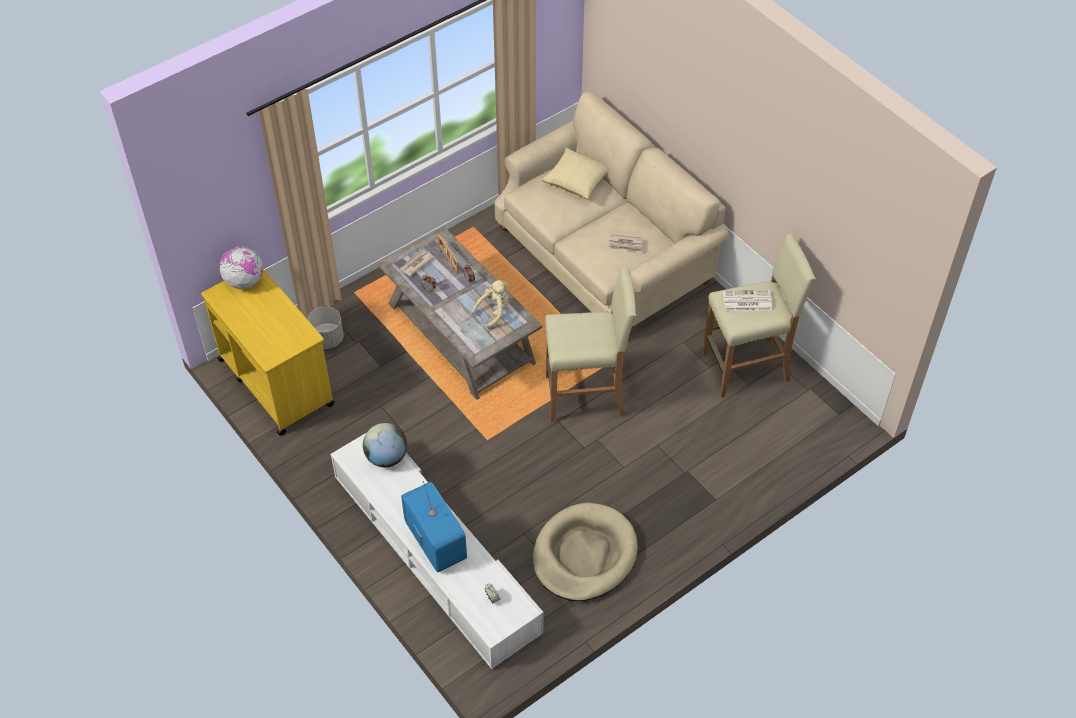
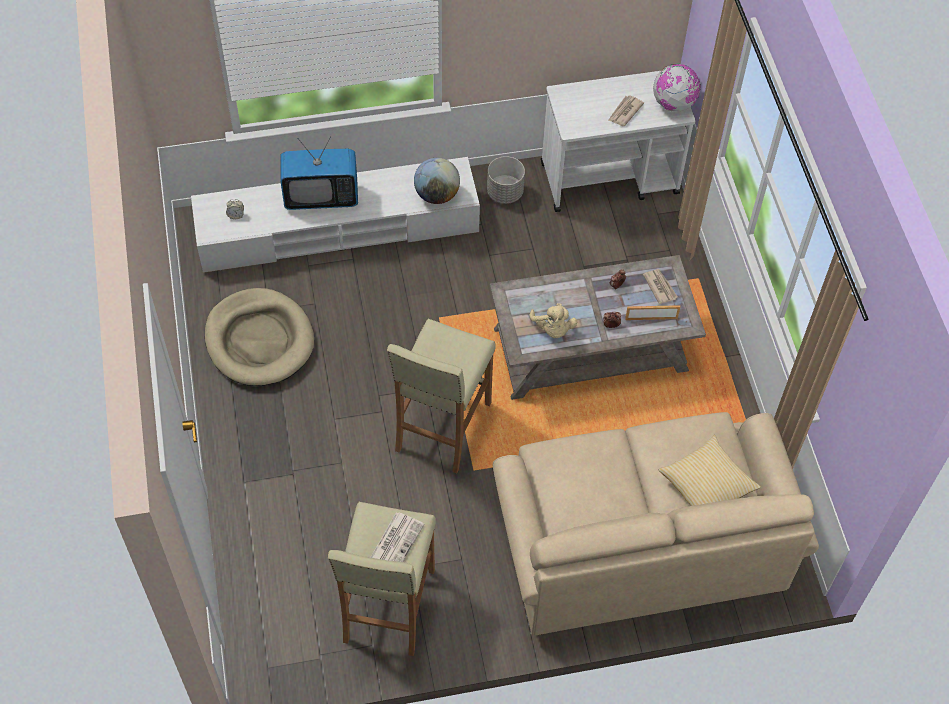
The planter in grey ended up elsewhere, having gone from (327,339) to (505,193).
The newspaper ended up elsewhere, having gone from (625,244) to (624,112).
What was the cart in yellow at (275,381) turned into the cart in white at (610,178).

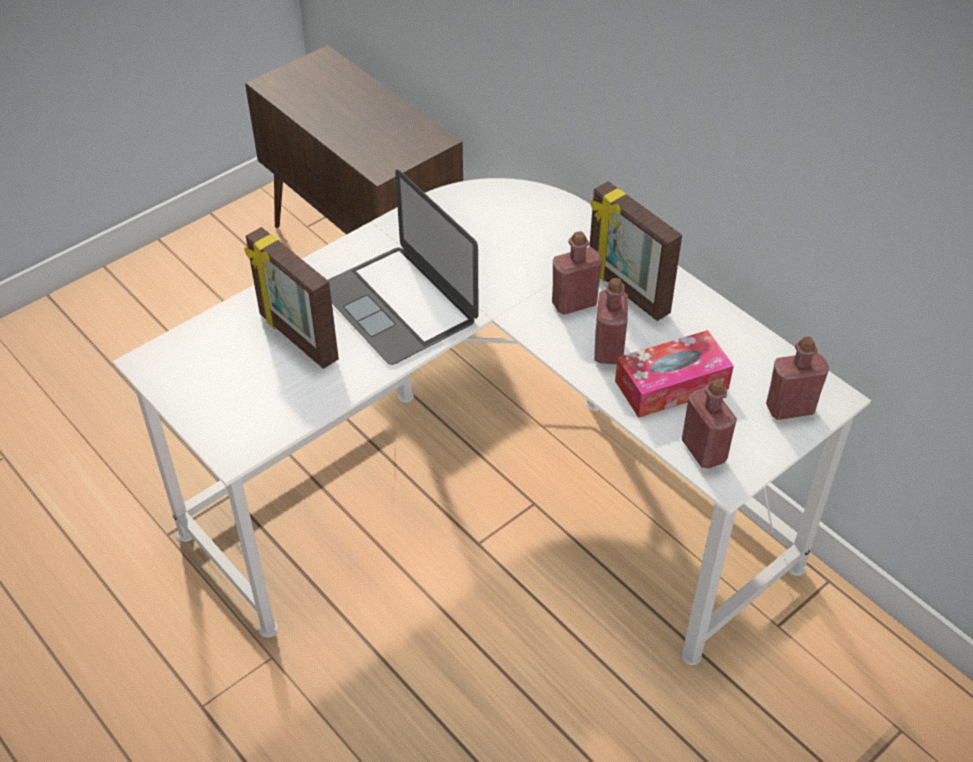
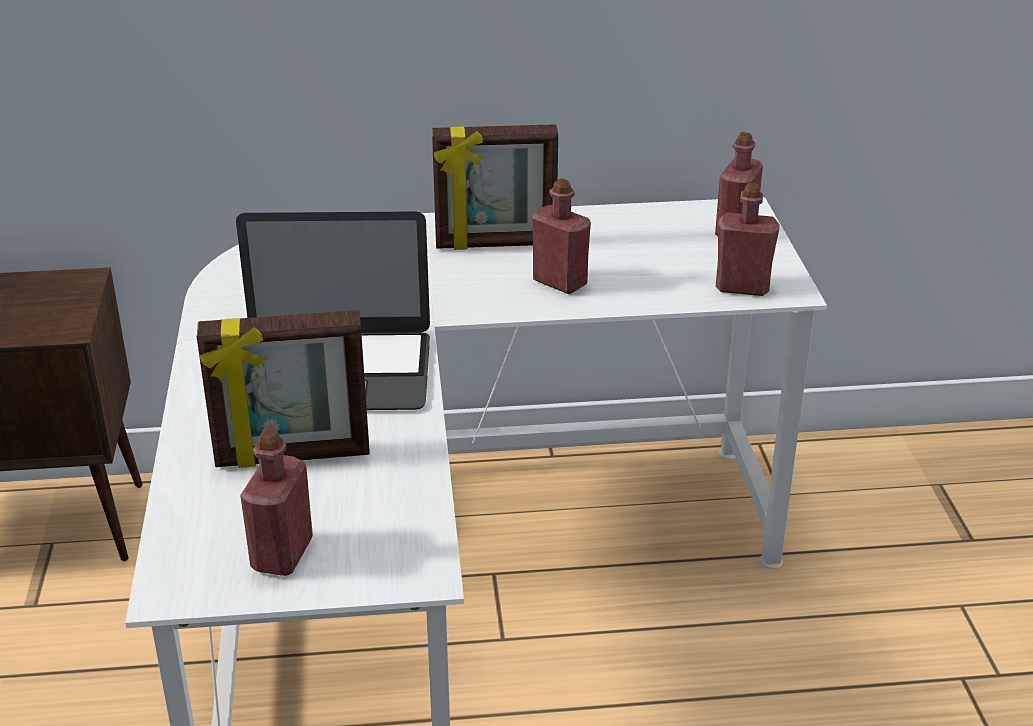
The second view lost the tissue box at (671,385).
The bottle in red ended up elsewhere, having gone from (574,303) to (282,554).

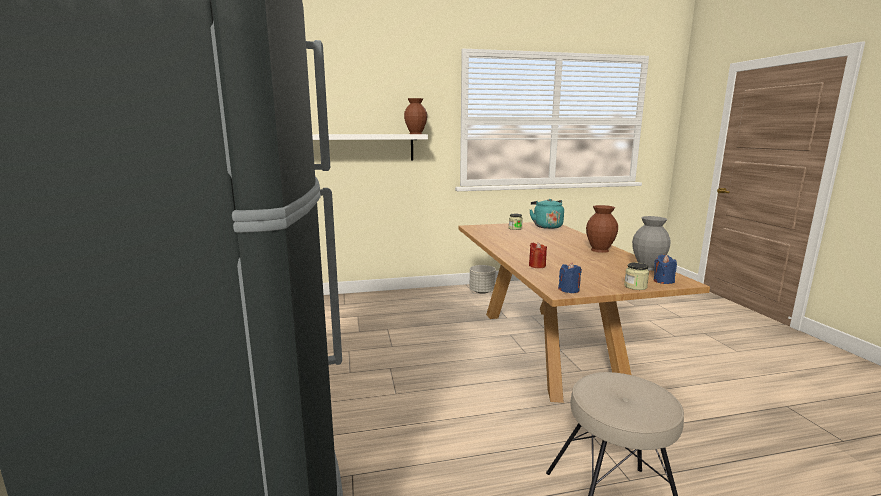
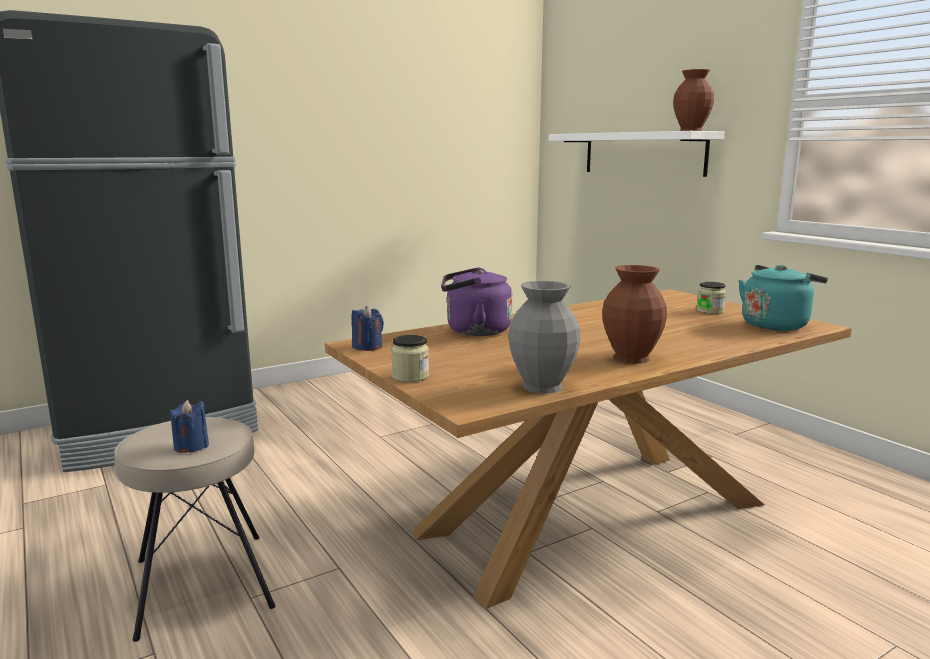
The second view lost the planter in grey at (482,291).
The candle in blue ended up elsewhere, having gone from (663,281) to (191,446).
Where the candle in red stood at (537,266), the kettle in purple came to stand at (474,331).

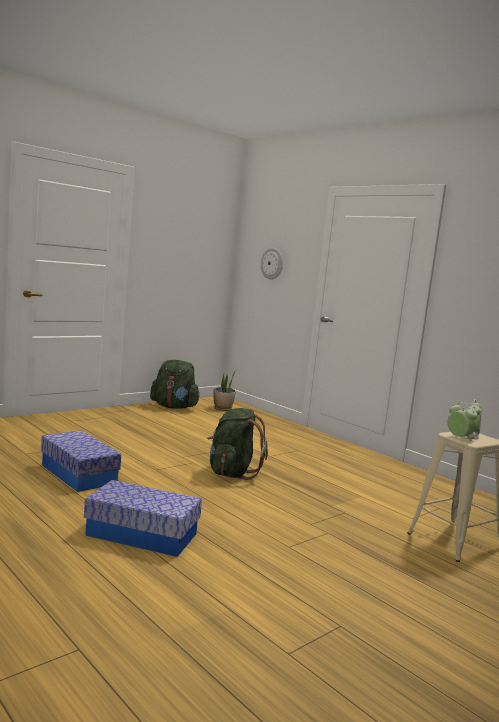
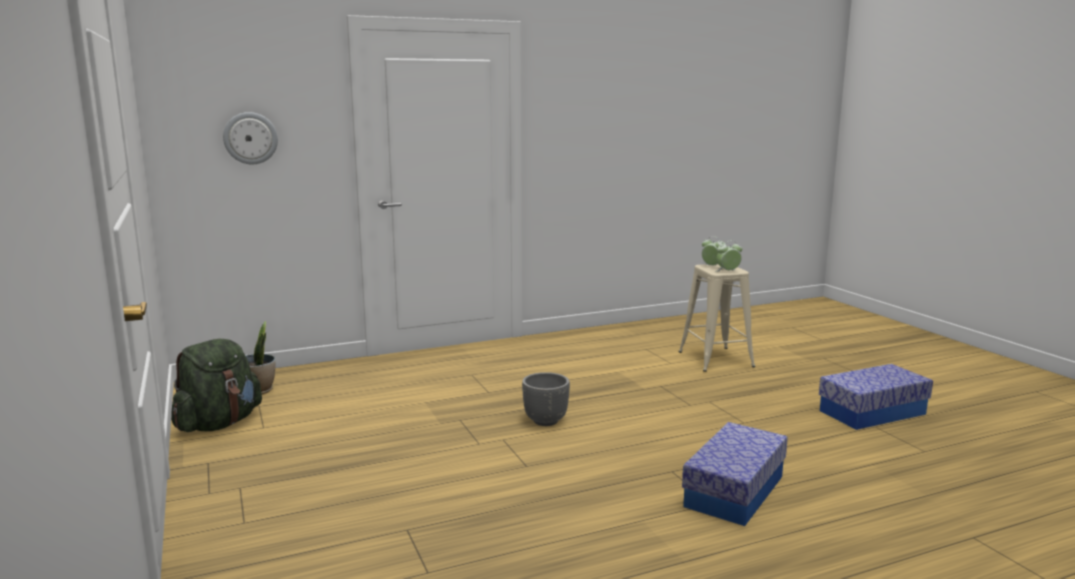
The storage box ended up elsewhere, having gone from (78,474) to (872,412).
Where the backpack in green stood at (232,473), the planter in grey came to stand at (546,421).

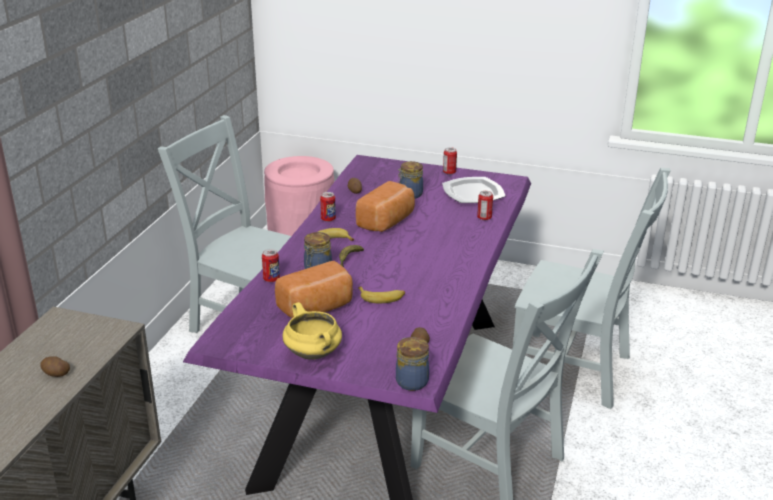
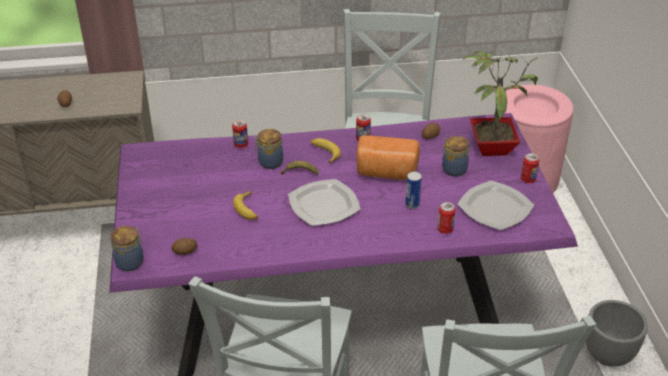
The second view lost the bread at (317,308).
The second view lost the cooking pot in yellow at (314,354).
The second view gained the plate at (324,205).
The second view gained the can at (412,204).
The second view gained the potted plant at (491,147).
The second view gained the planter in grey at (607,356).

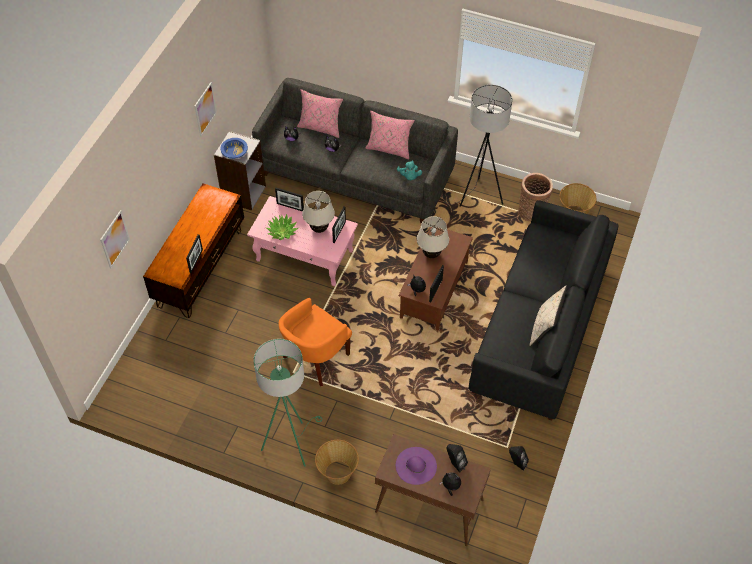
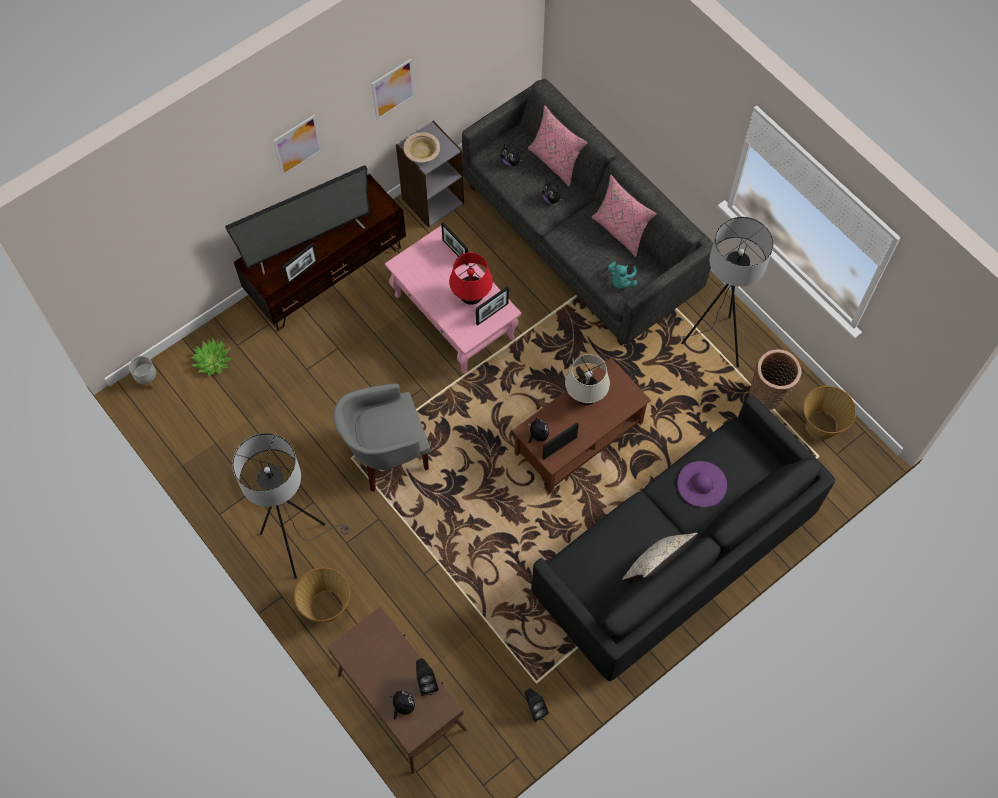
The second view gained the planter in grey at (147,380).
The second view gained the television at (308,241).
The picture ended up elsewhere, having gone from (115,239) to (297,145).
The potted plant ended up elsewhere, having gone from (282,231) to (212,361).
The hat in purple ended up elsewhere, having gone from (416,465) to (702,484).
What was the bowl in blue at (234,151) turned into the bowl in beige at (422,152).
What was the floor lamp in green at (290,442) turned into the floor lamp in grey at (297,541).
What was the armchair in orange at (315,358) turned into the armchair in grey at (386,454).
What was the table lamp in beige at (319,229) turned into the table lamp in red at (471,298).

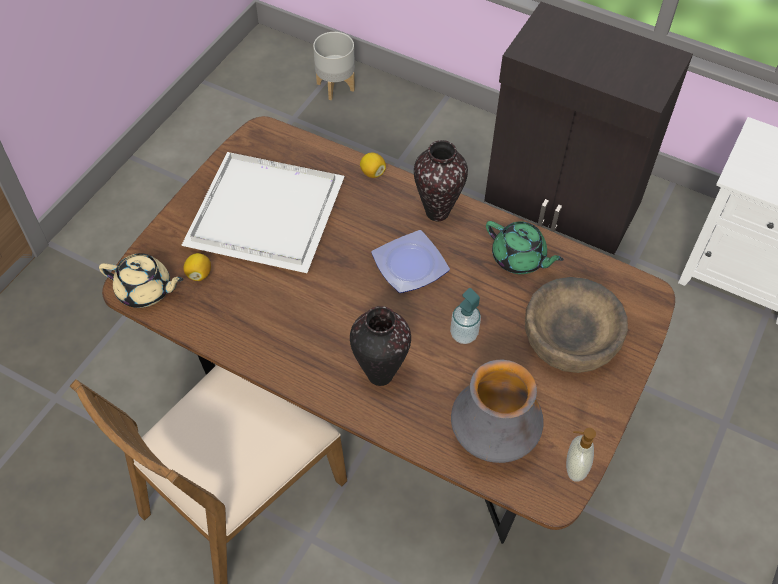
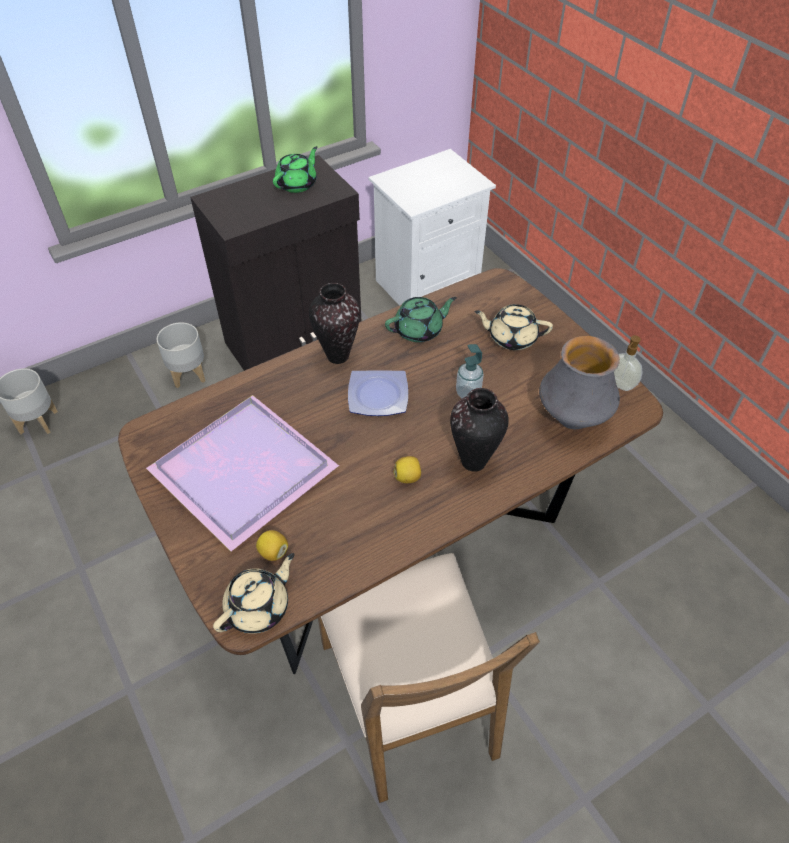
The second view gained the planter in grey at (189,374).
The second view gained the teapot in green at (297,184).
The lemon ended up elsewhere, having gone from (372,173) to (408,477).
Where the bowl in brown stood at (569,340), the teapot in beige came to stand at (511,338).
What was the tray in white at (269,212) turned into the tray in purple at (244,467).

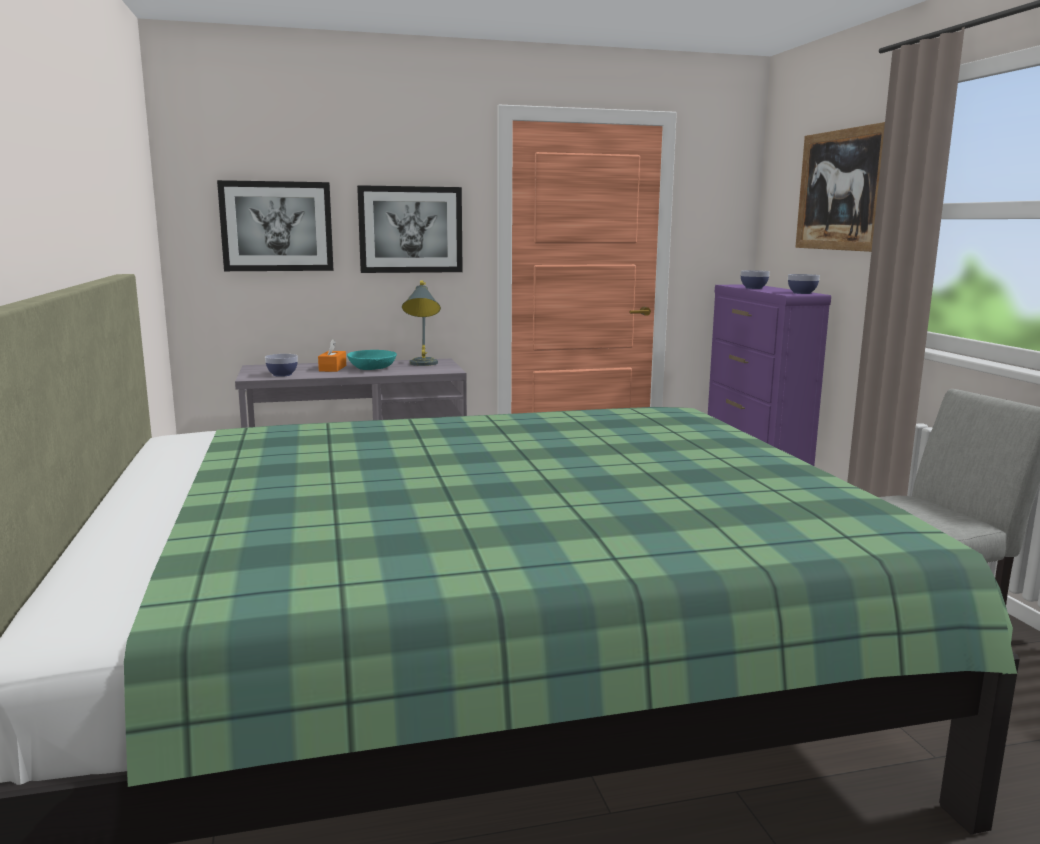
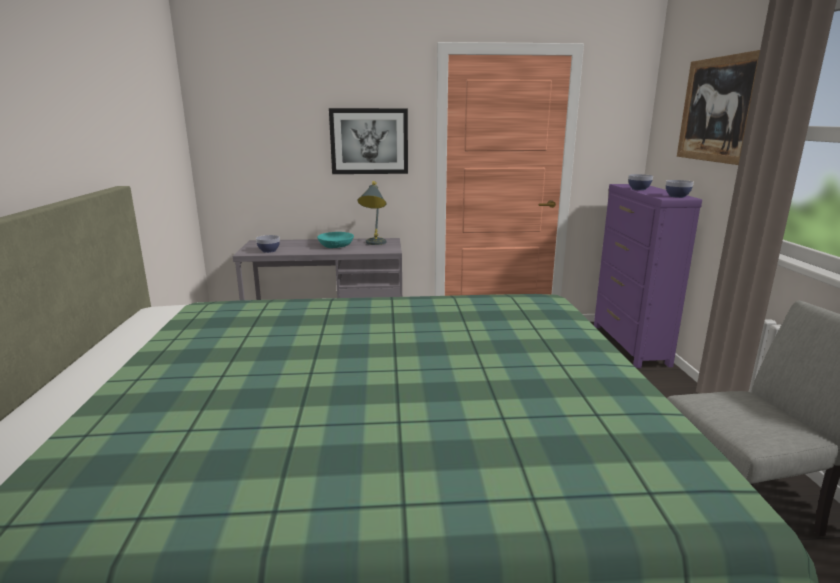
The second view lost the picture at (277,226).
The second view lost the tissue box in orange at (332,368).

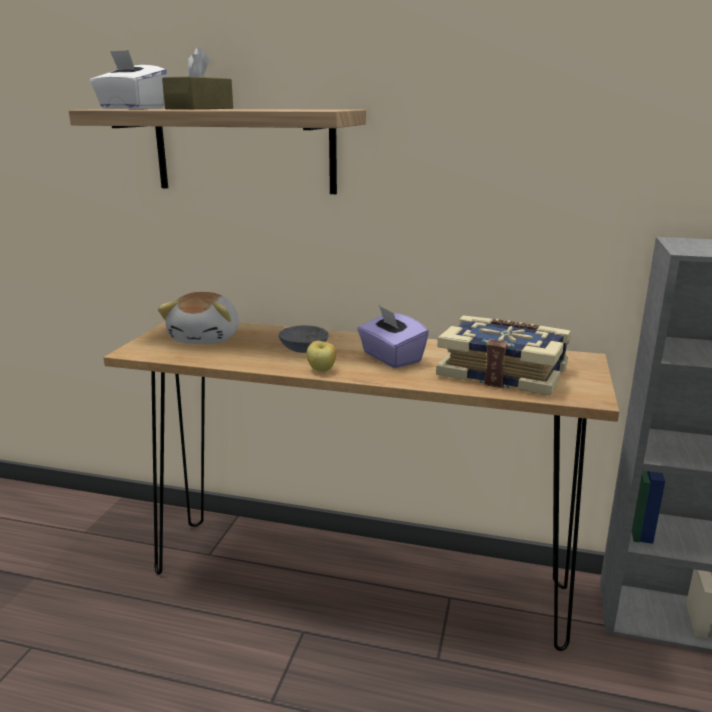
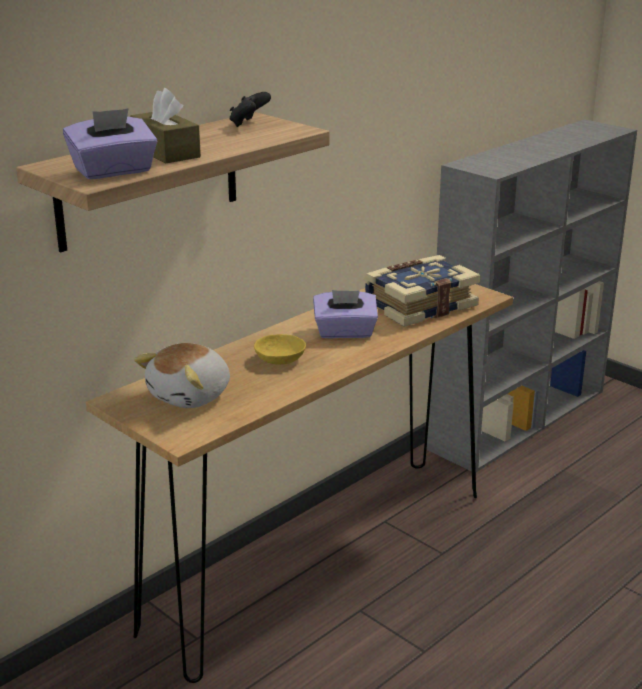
The second view lost the apple at (321,370).
The second view gained the game controller in black at (249,124).
What was the tissue box in white at (131,108) turned into the tissue box in purple at (113,171).
What was the bowl in grey at (302,349) turned into the bowl in yellow at (279,360).
The plush toy at (207,338) ended up facing another way, 90 degrees clockwise from before.

